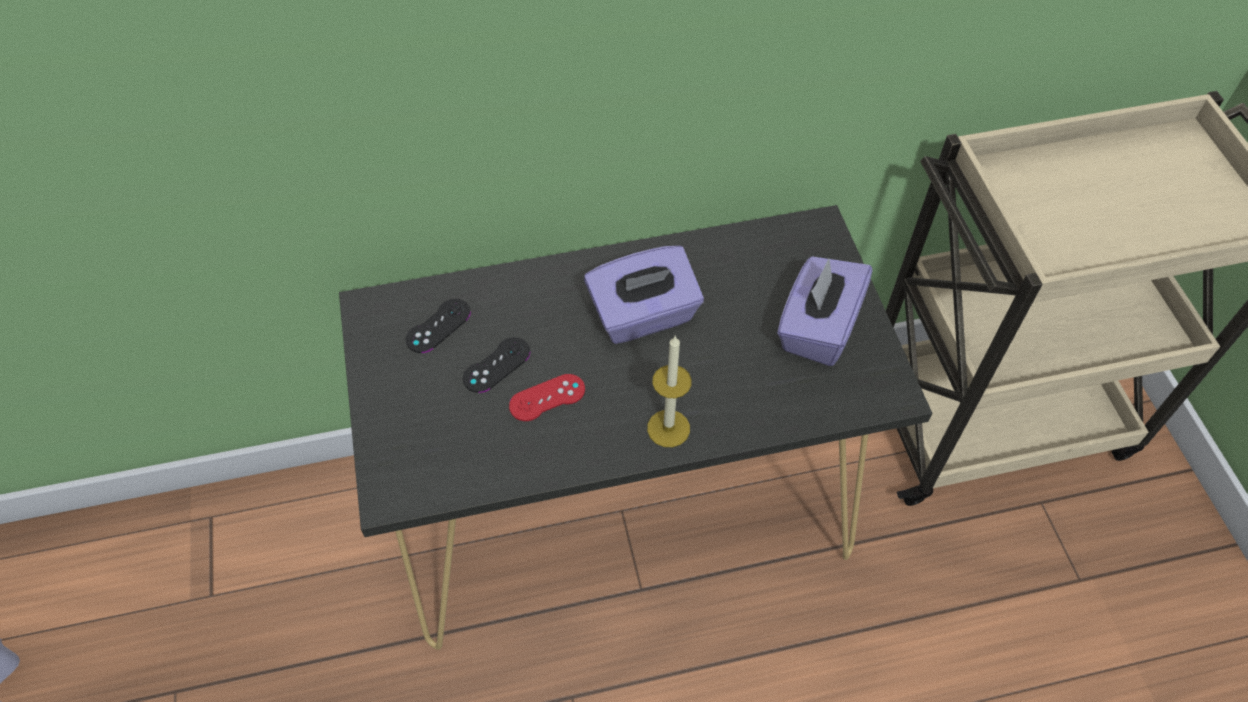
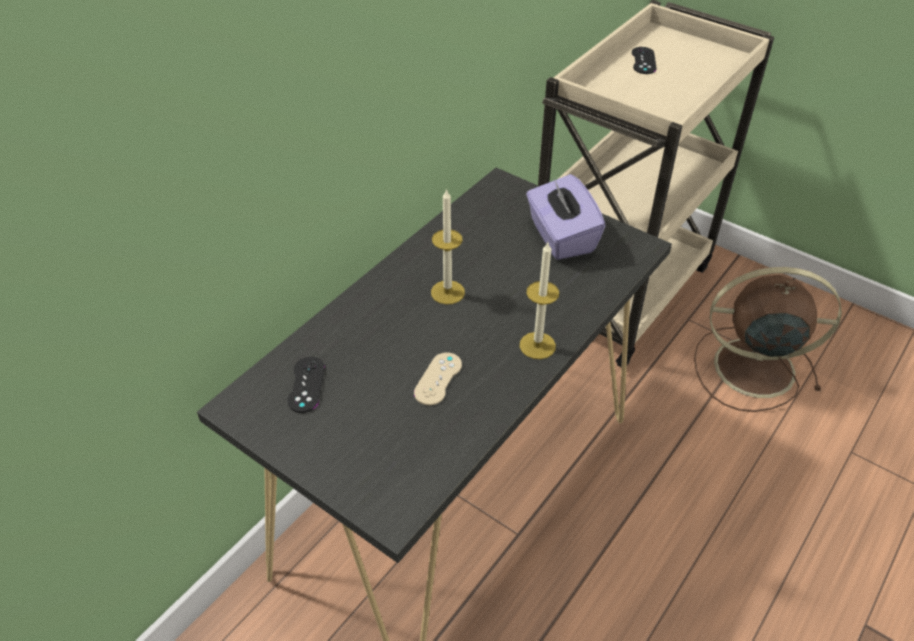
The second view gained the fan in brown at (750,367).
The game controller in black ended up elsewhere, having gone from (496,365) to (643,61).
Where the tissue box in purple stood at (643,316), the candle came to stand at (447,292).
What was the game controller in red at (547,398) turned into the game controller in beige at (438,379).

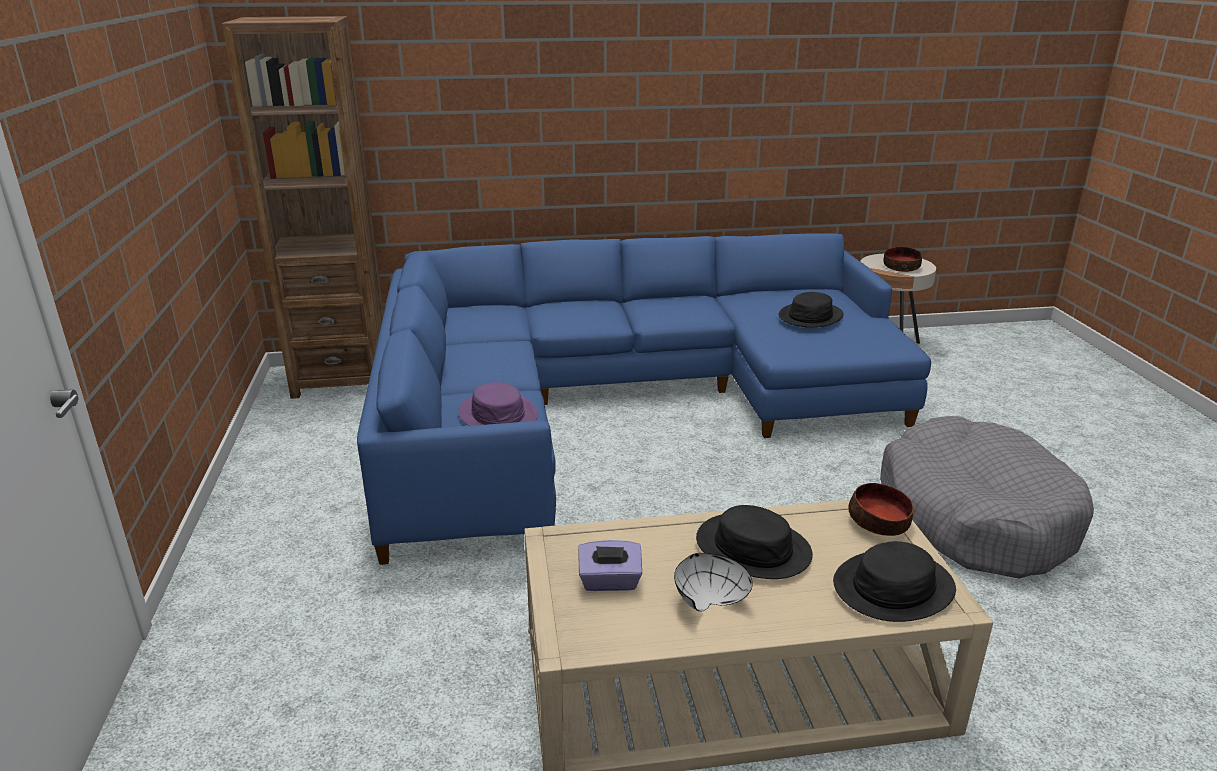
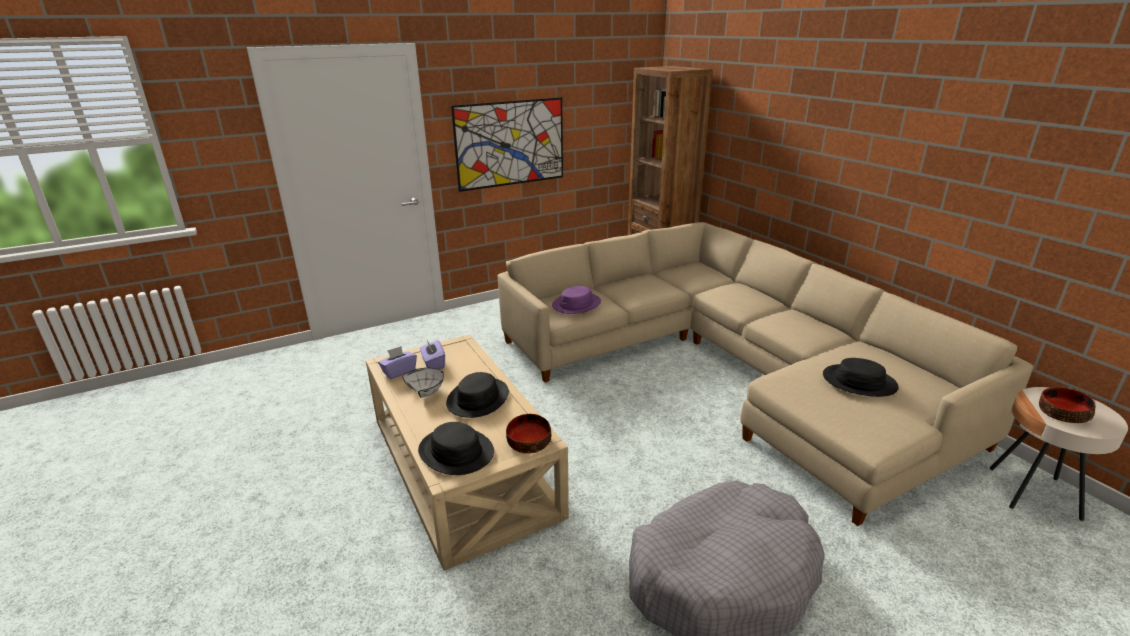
The second view gained the tissue box in purple at (399,372).
The second view gained the picture at (510,143).
What was the sofa in blue at (619,402) turned into the sofa in beige at (727,368).

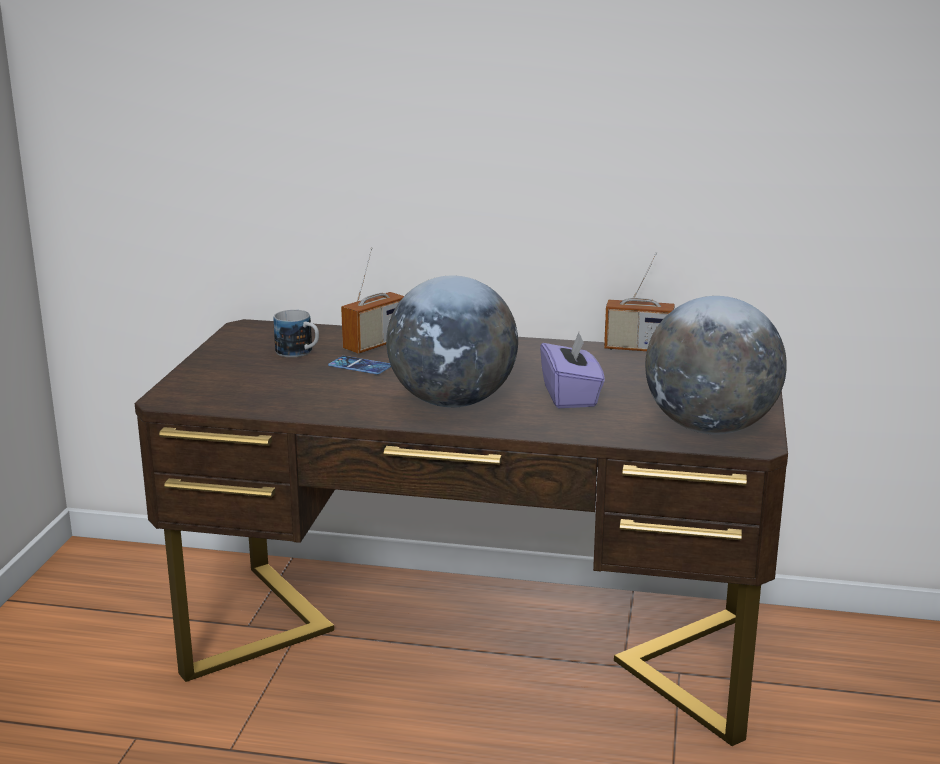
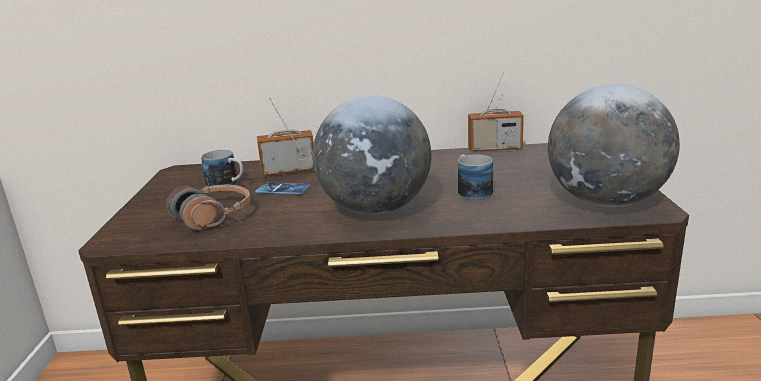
The second view gained the headphones at (213,217).
Where the tissue box in purple stood at (571,396), the mug came to stand at (471,191).
The radio at (375,344) ended up facing another way, 135 degrees counterclockwise from before.

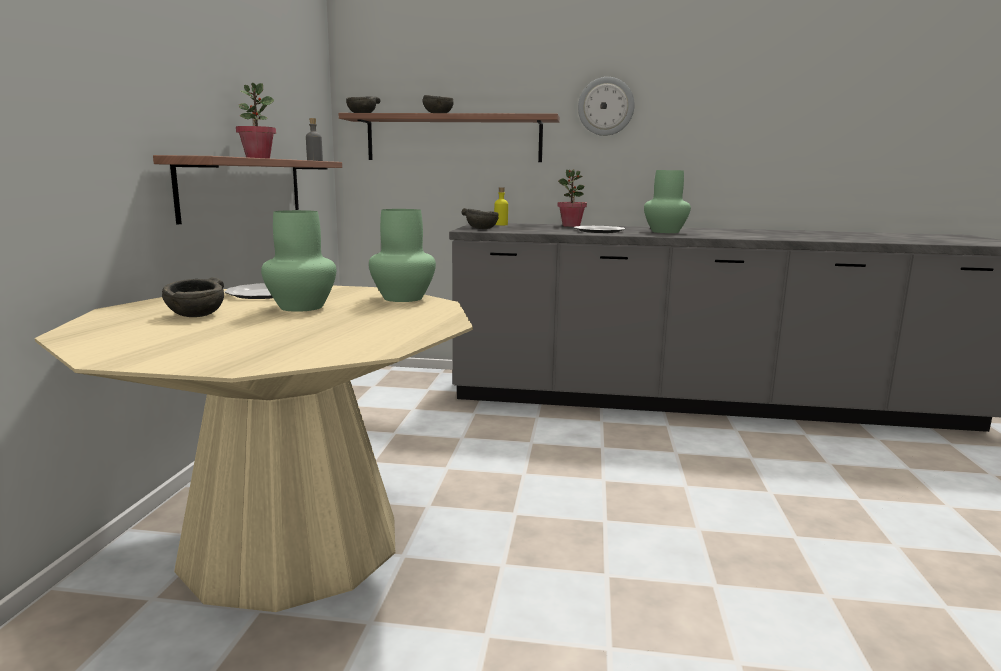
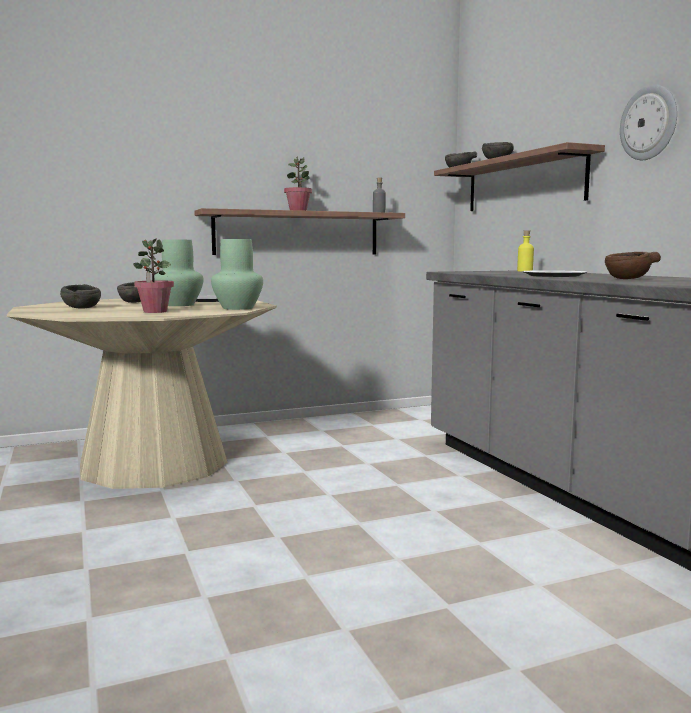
The bowl in grey ended up elsewhere, having gone from (481,229) to (82,308).
The potted plant ended up elsewhere, having gone from (571,226) to (155,311).
Where the vase in green stood at (665,232), the bowl in brown came to stand at (627,279).

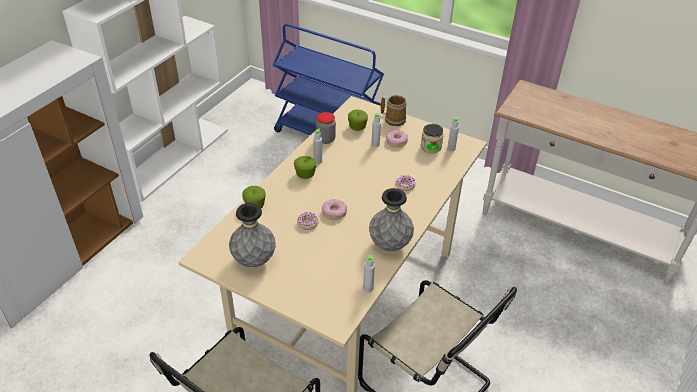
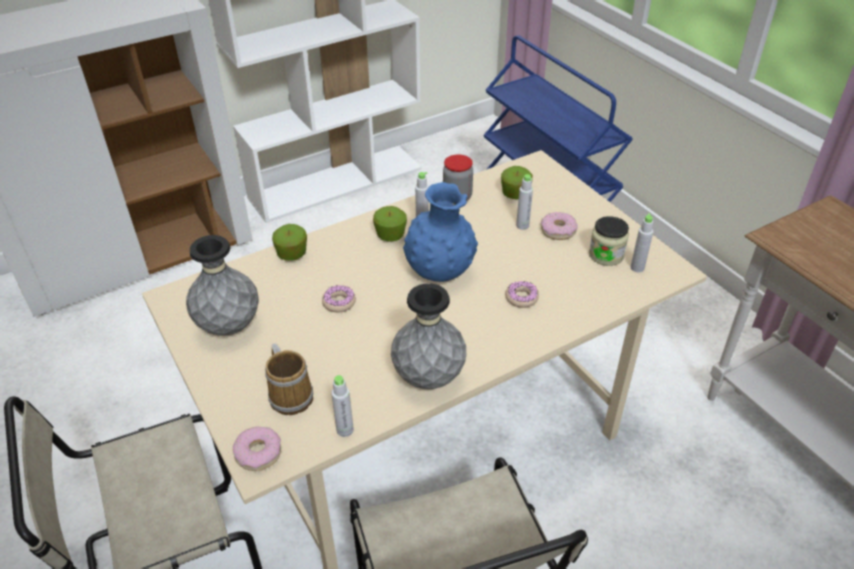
The second view gained the vase in blue at (440,272).
The donut ended up elsewhere, having gone from (334,212) to (258,453).
The mug ended up elsewhere, having gone from (394,119) to (291,395).

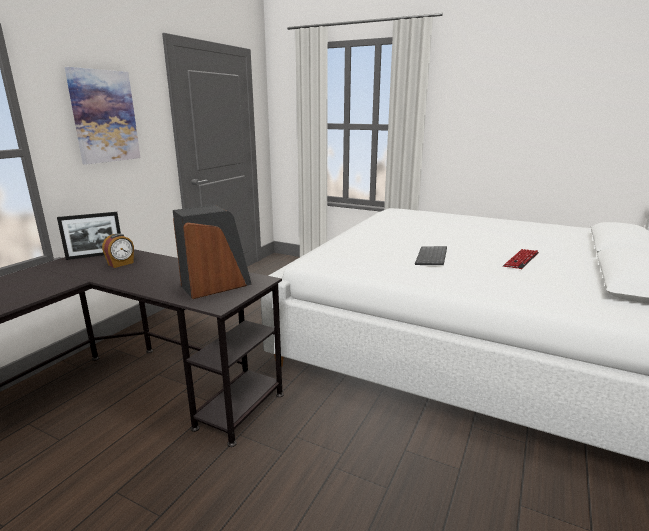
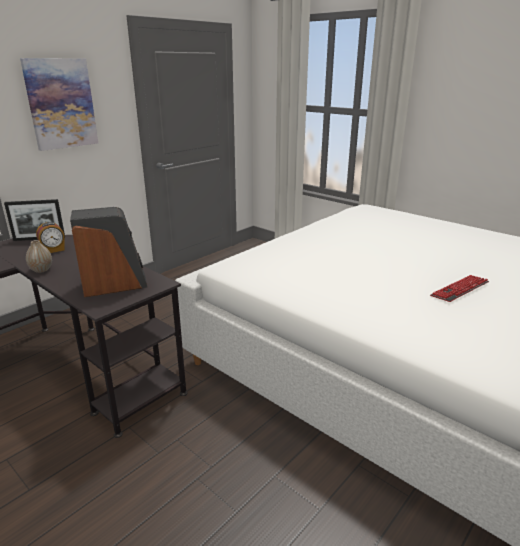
The second view lost the keyboard at (432,257).
The second view gained the vase at (41,270).

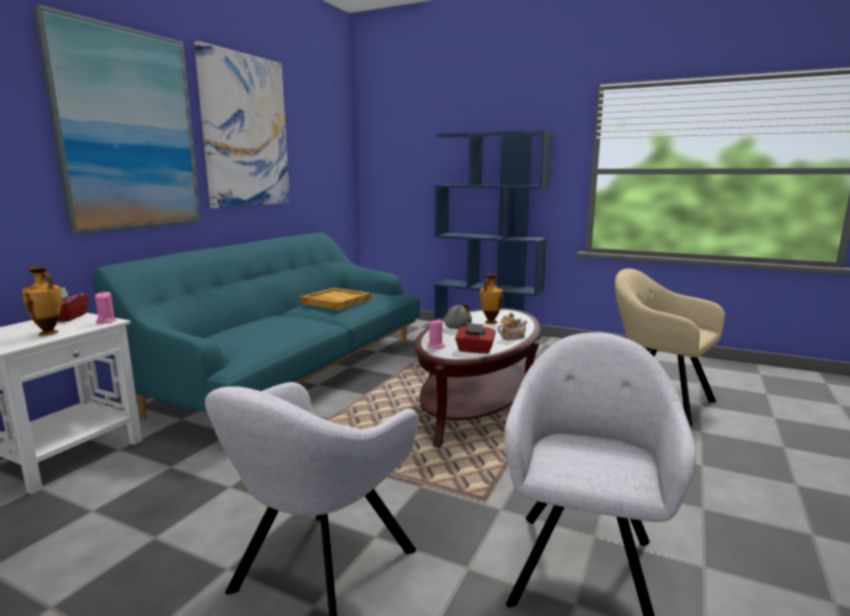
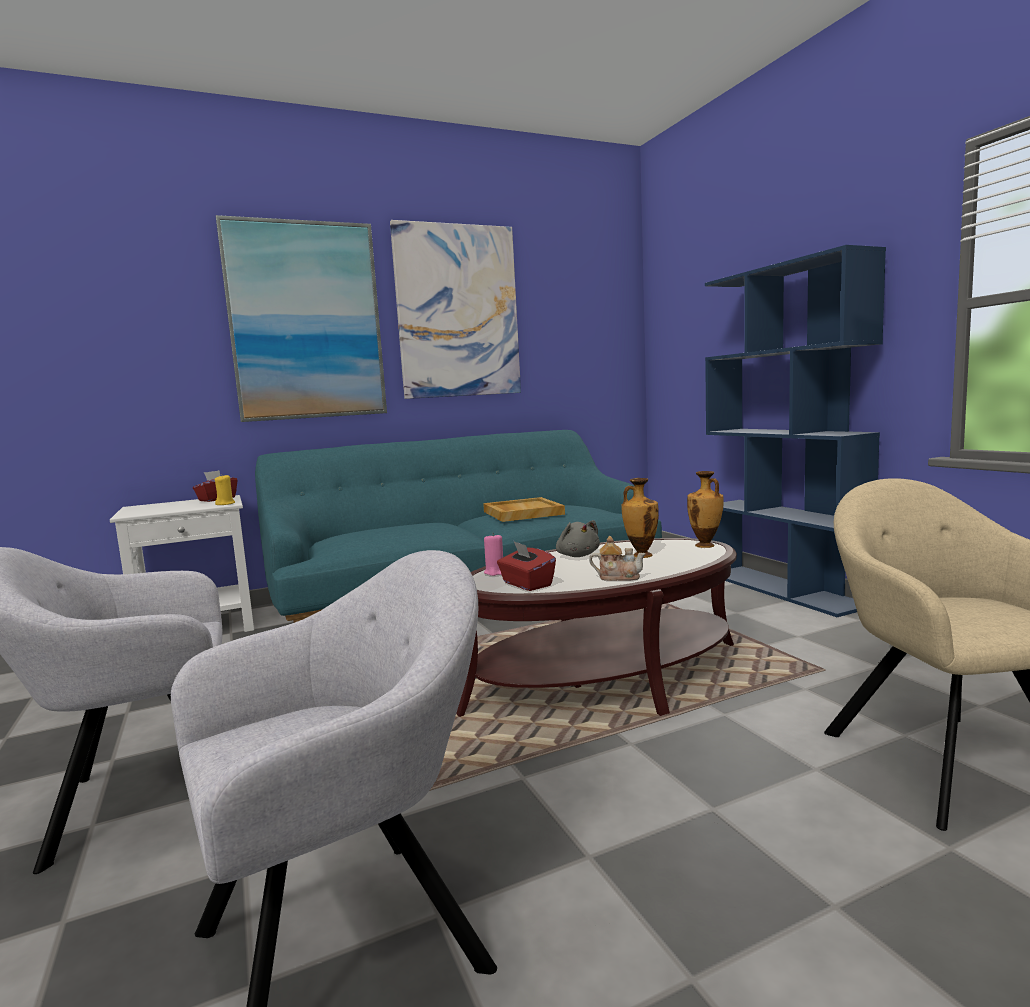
The vase ended up elsewhere, having gone from (49,333) to (705,546).
What was the candle in pink at (106,321) turned into the candle in yellow at (225,504).

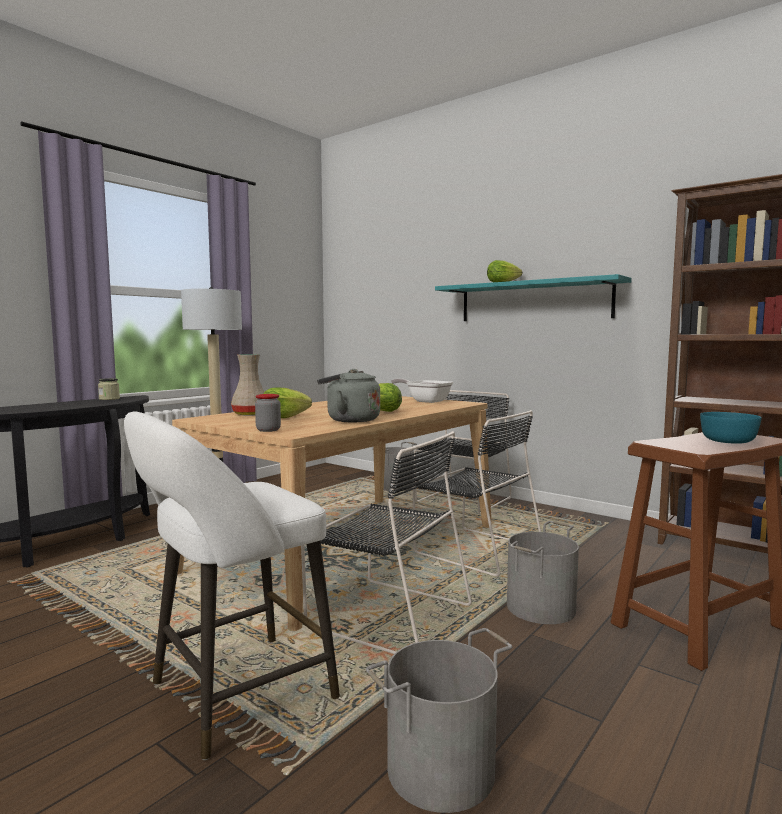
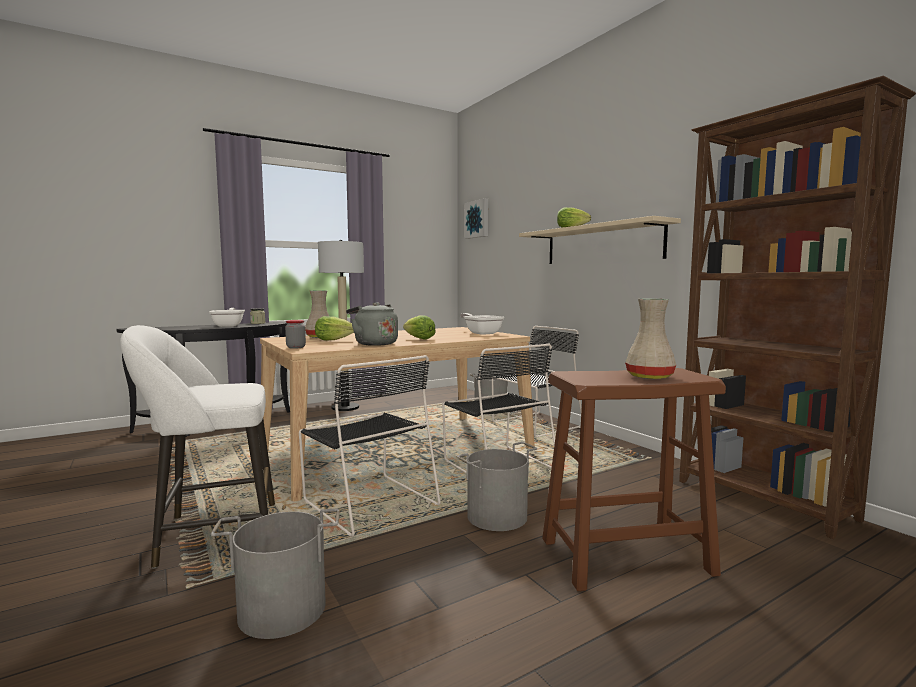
The second view gained the frying pan at (229,325).
The second view gained the picture at (477,219).
Where the bowl in turquoise stood at (728,441), the vase in beige came to stand at (649,377).
What was the shelf in turquoise at (533,301) turned into the shelf in beige at (601,244).

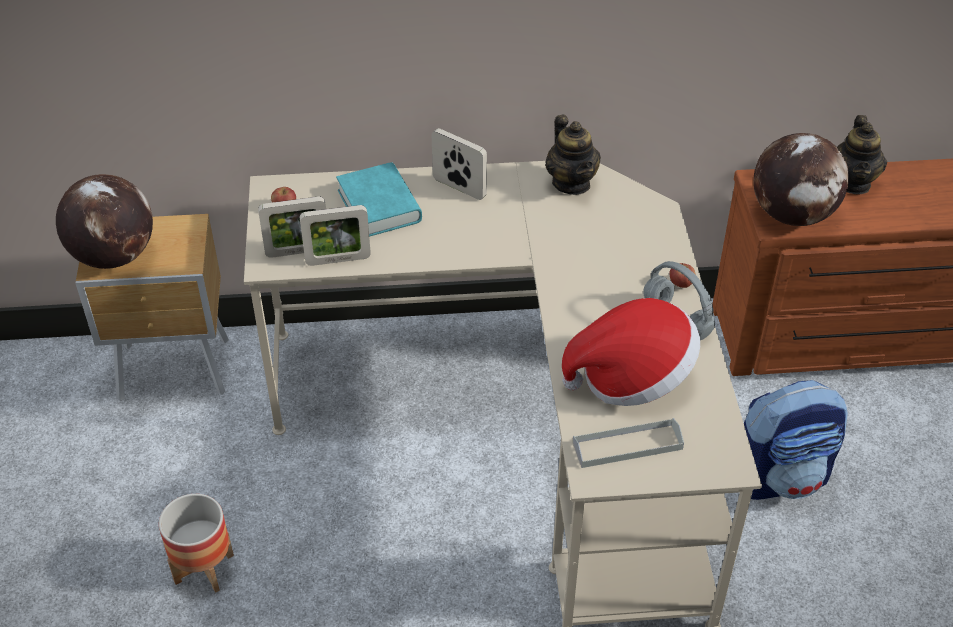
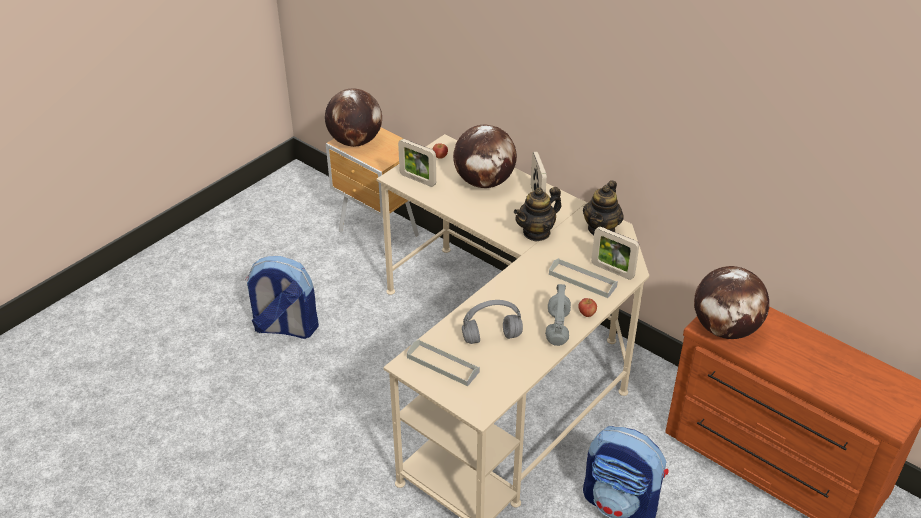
The second view gained the tray in grey at (582,280).
The picture frame ended up elsewhere, having gone from (338,260) to (612,270).
The teapot ended up elsewhere, having gone from (852,182) to (536,232).
Where the planter stood at (204,568), the backpack came to stand at (285,328).
Where the book in turquoise stood at (379,206), the globe came to stand at (485,182).
Where the hat stood at (631,376), the headphones in grey came to stand at (492,337).

